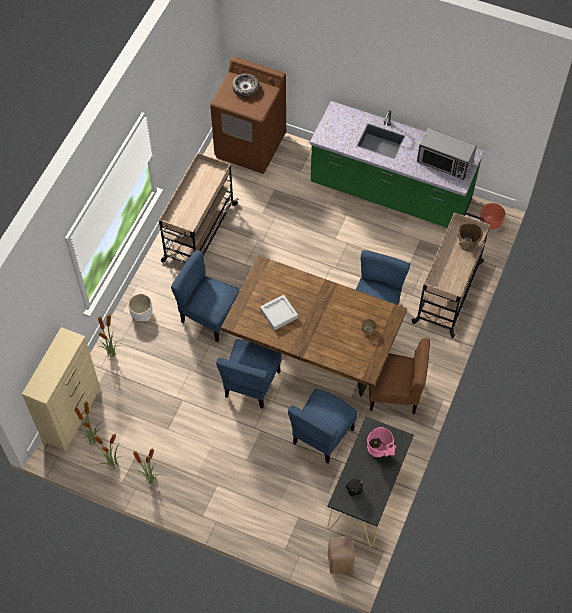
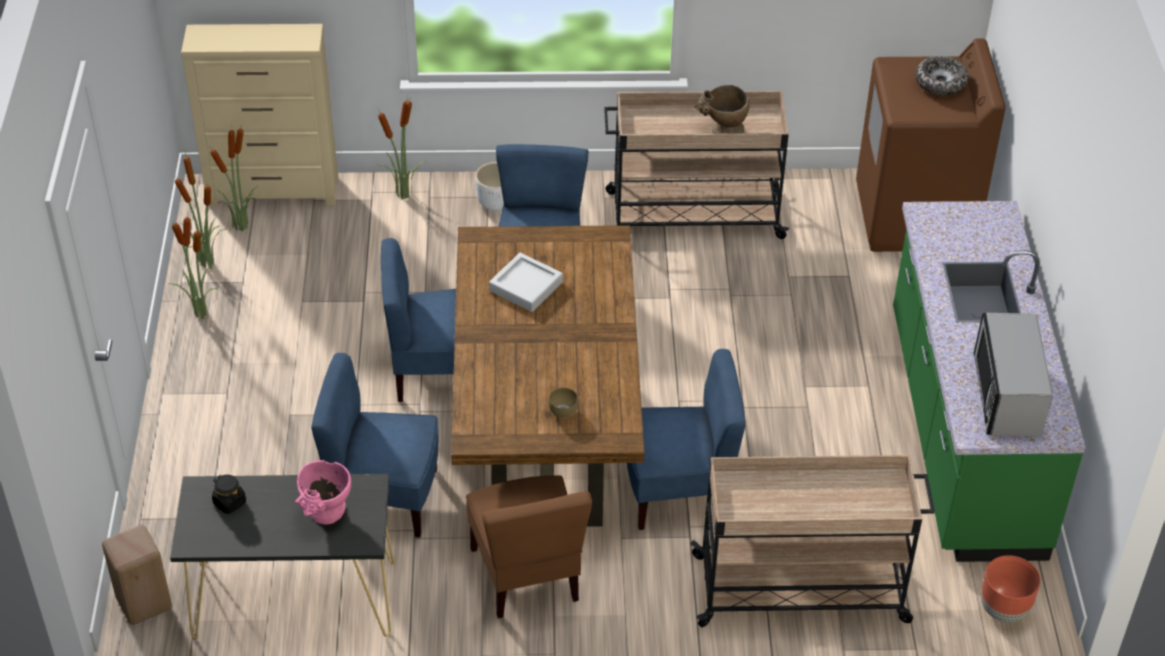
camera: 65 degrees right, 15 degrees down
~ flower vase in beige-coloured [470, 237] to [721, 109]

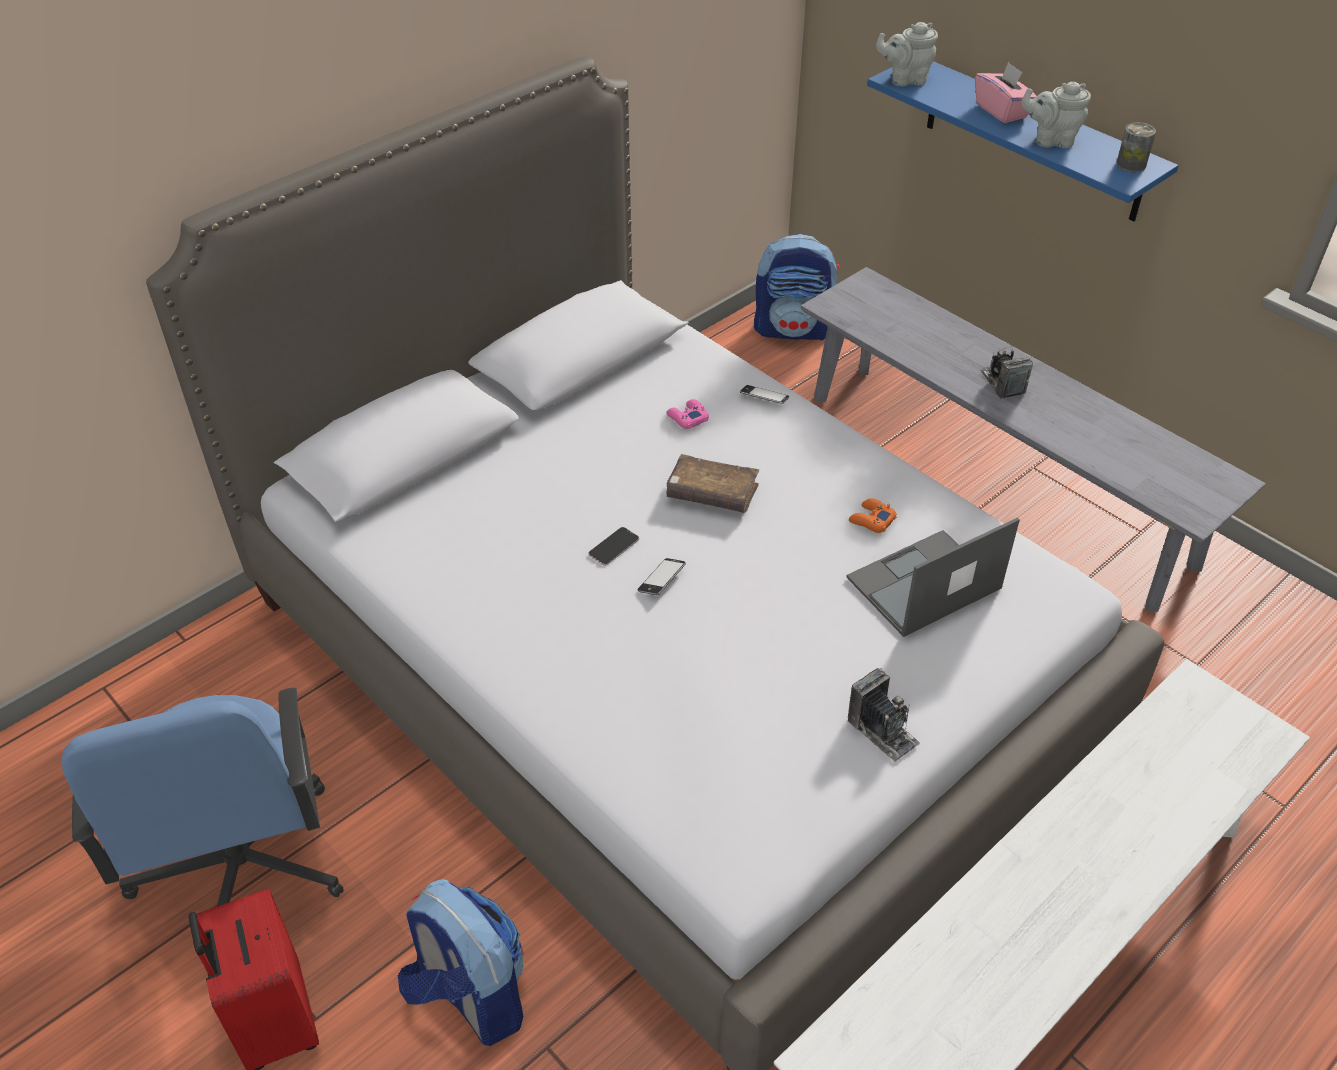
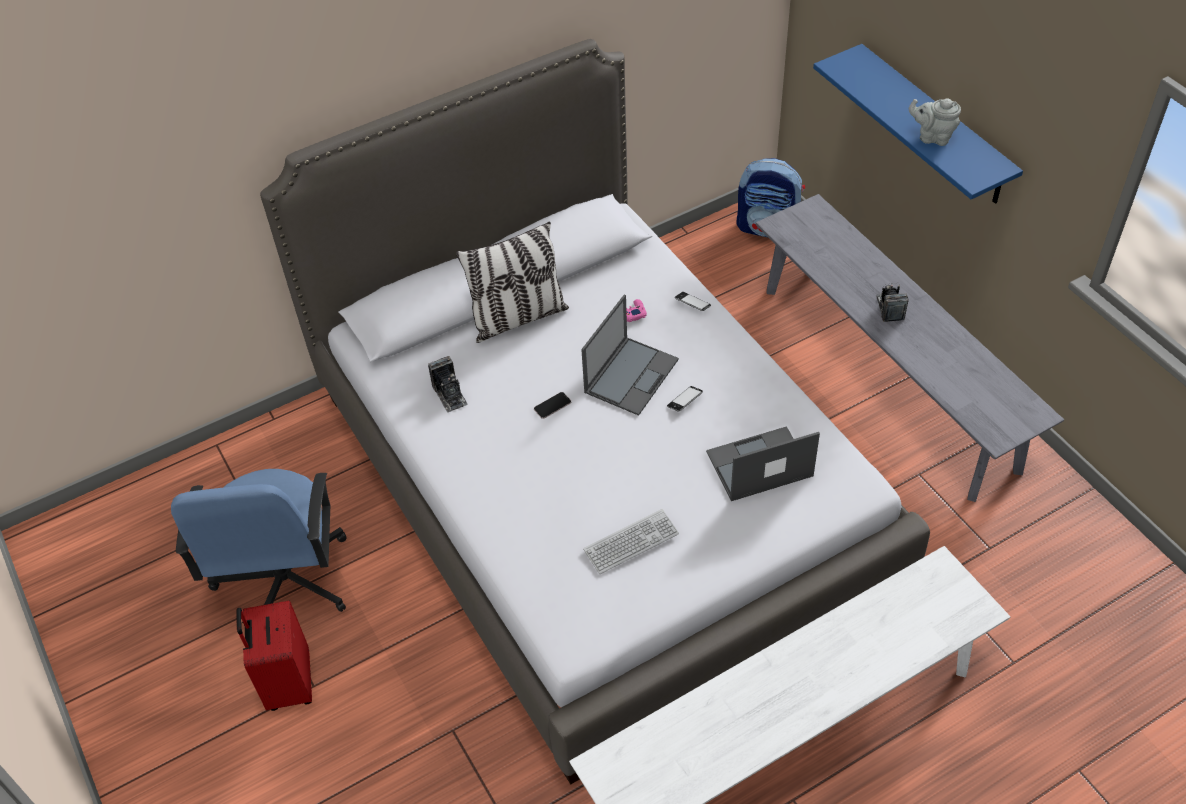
camera: 15 degrees right, 5 degrees up
- tea pot in gray [907, 54]
- tissue holder in pink-coloured [1006, 92]
- sealed can [1136, 147]
~ bound book in brownish [713, 483] to portable computer [630, 355]
- game controller in orange-coloured [873, 515]
~ phone [662, 576] to [685, 399]
~ still camera [884, 715] to [448, 384]
- knapsack [461, 962]
+ throw pillow [512, 282]
+ keyboard [631, 541]

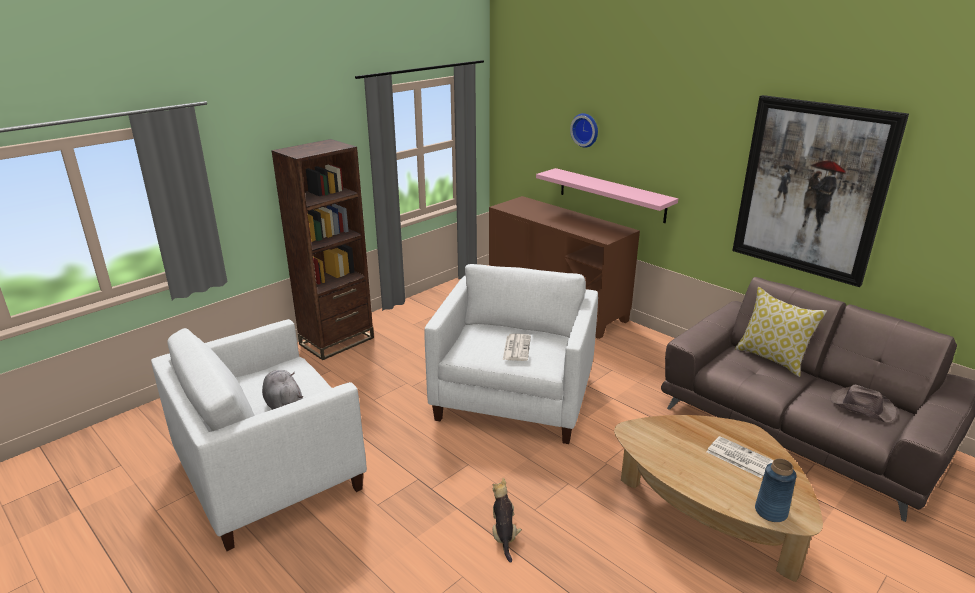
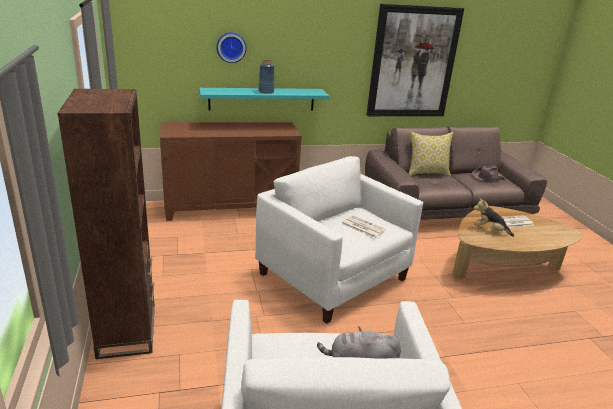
camera: 60 degrees left, 0 degrees up
~ wall shelf in pink-coloured [607, 195] to wall shelf in turquoise-coloured [264, 99]
~ flower vase in blue-coloured [776, 490] to [266, 77]
~ plush toy [507, 520] to [494, 217]

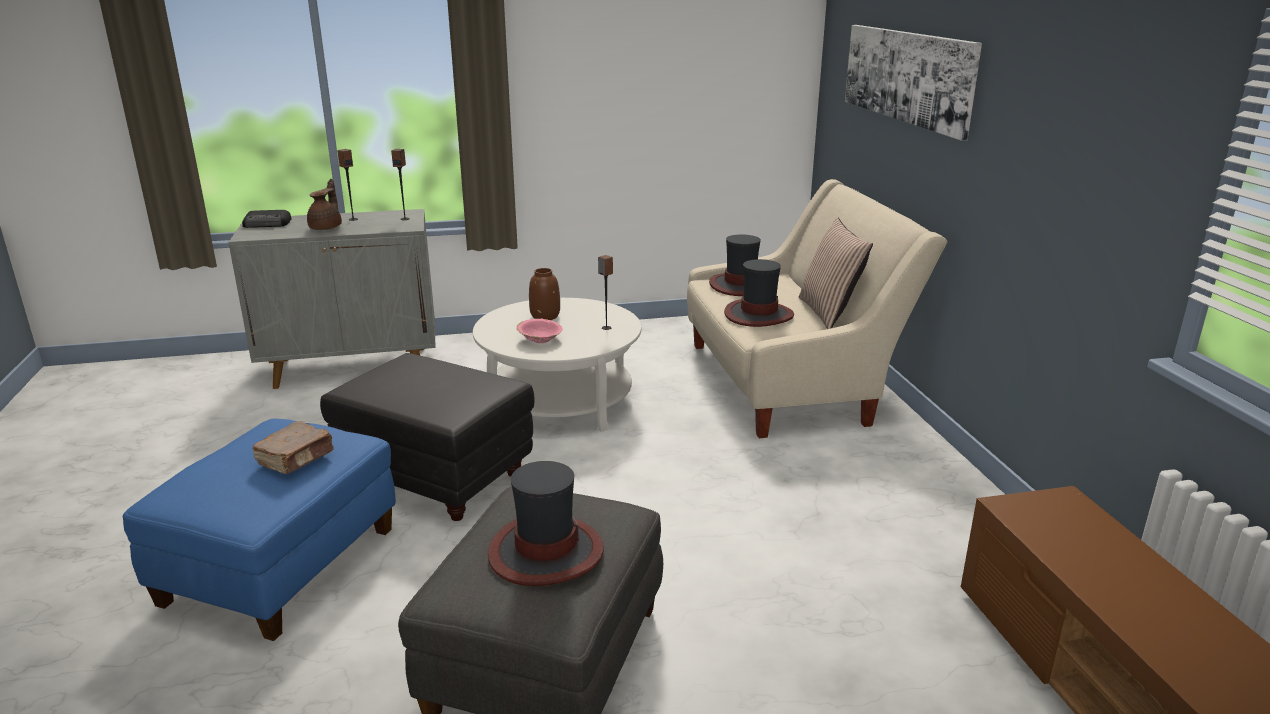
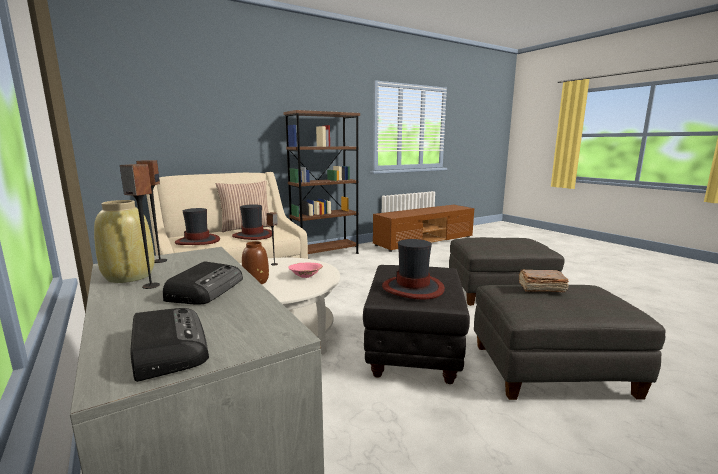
camera: 110 degrees left, 10 degrees down
- wall picture [913, 83]
~ tea pot in brownish [324, 204] to radio set [203, 283]
~ pouffe in blue-coloured [259, 530] to pouffe in gray [570, 342]
~ wearable hat [546, 523] to [413, 269]
+ shelving unit in brownish [321, 182]
+ flower vase in beige-coloured [124, 241]

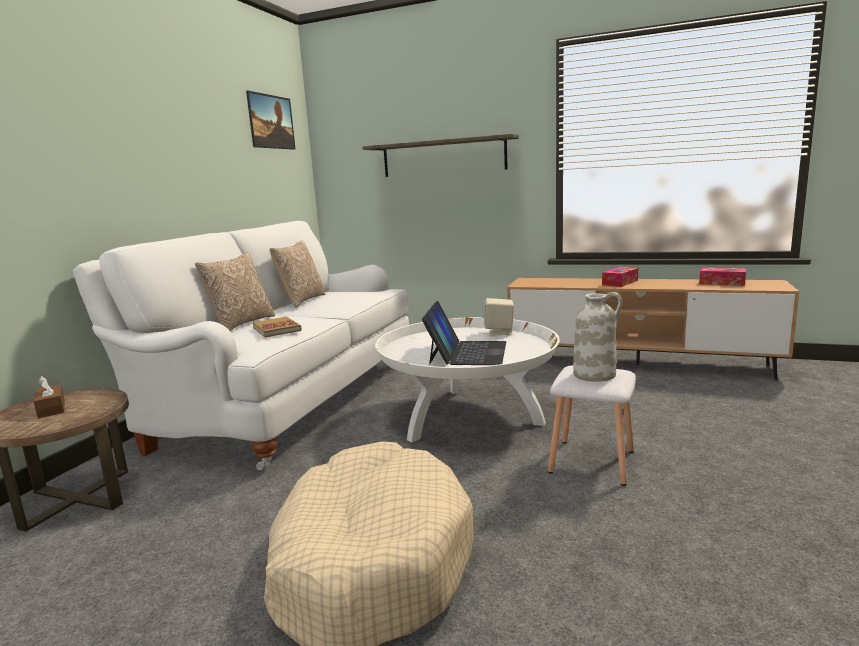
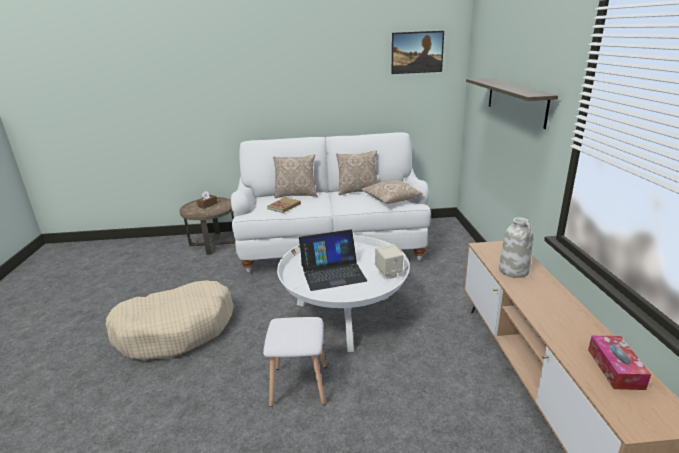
camera: 65 degrees right, 10 degrees up
- tissue holder [620, 277]
~ flower vase in white-coloured [597, 337] to [516, 247]
+ throw pillow [391, 192]

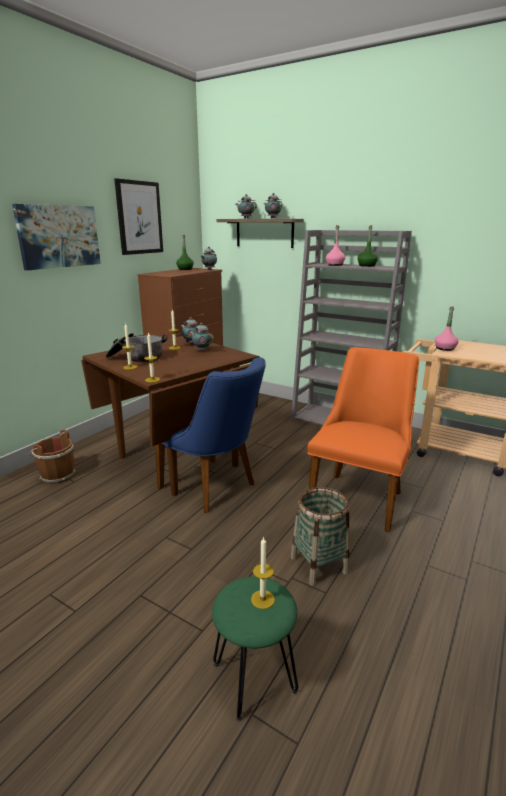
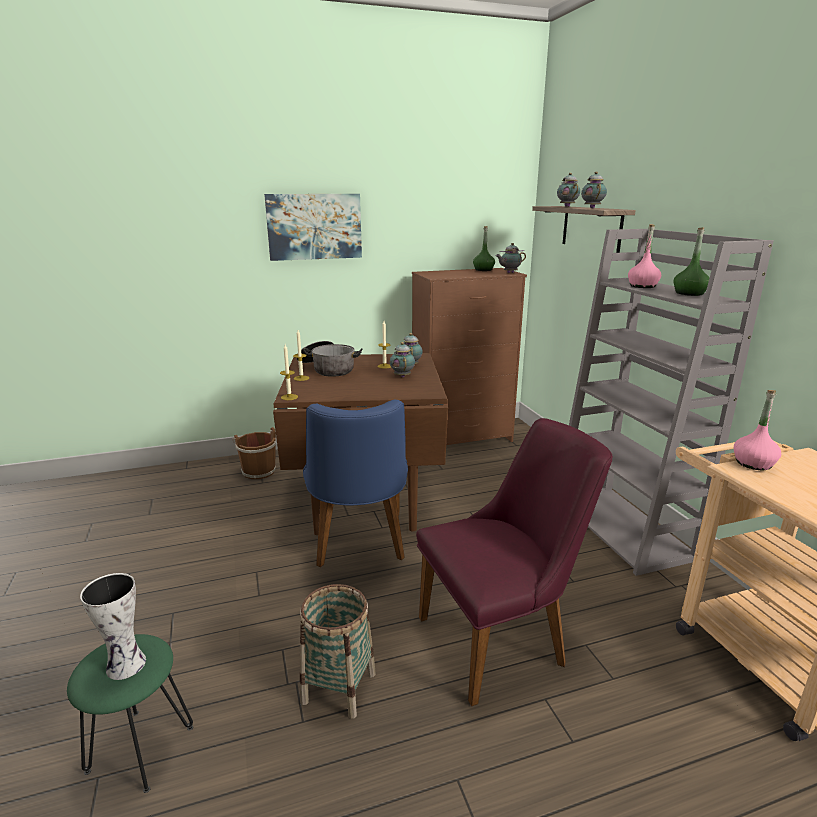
camera: 40 degrees right, 0 degrees up
- wall picture [138, 216]
~ upright chair in orange-coloured [363, 440] to upright chair in purplish [514, 562]
~ candle [263, 572] to flower vase [113, 626]

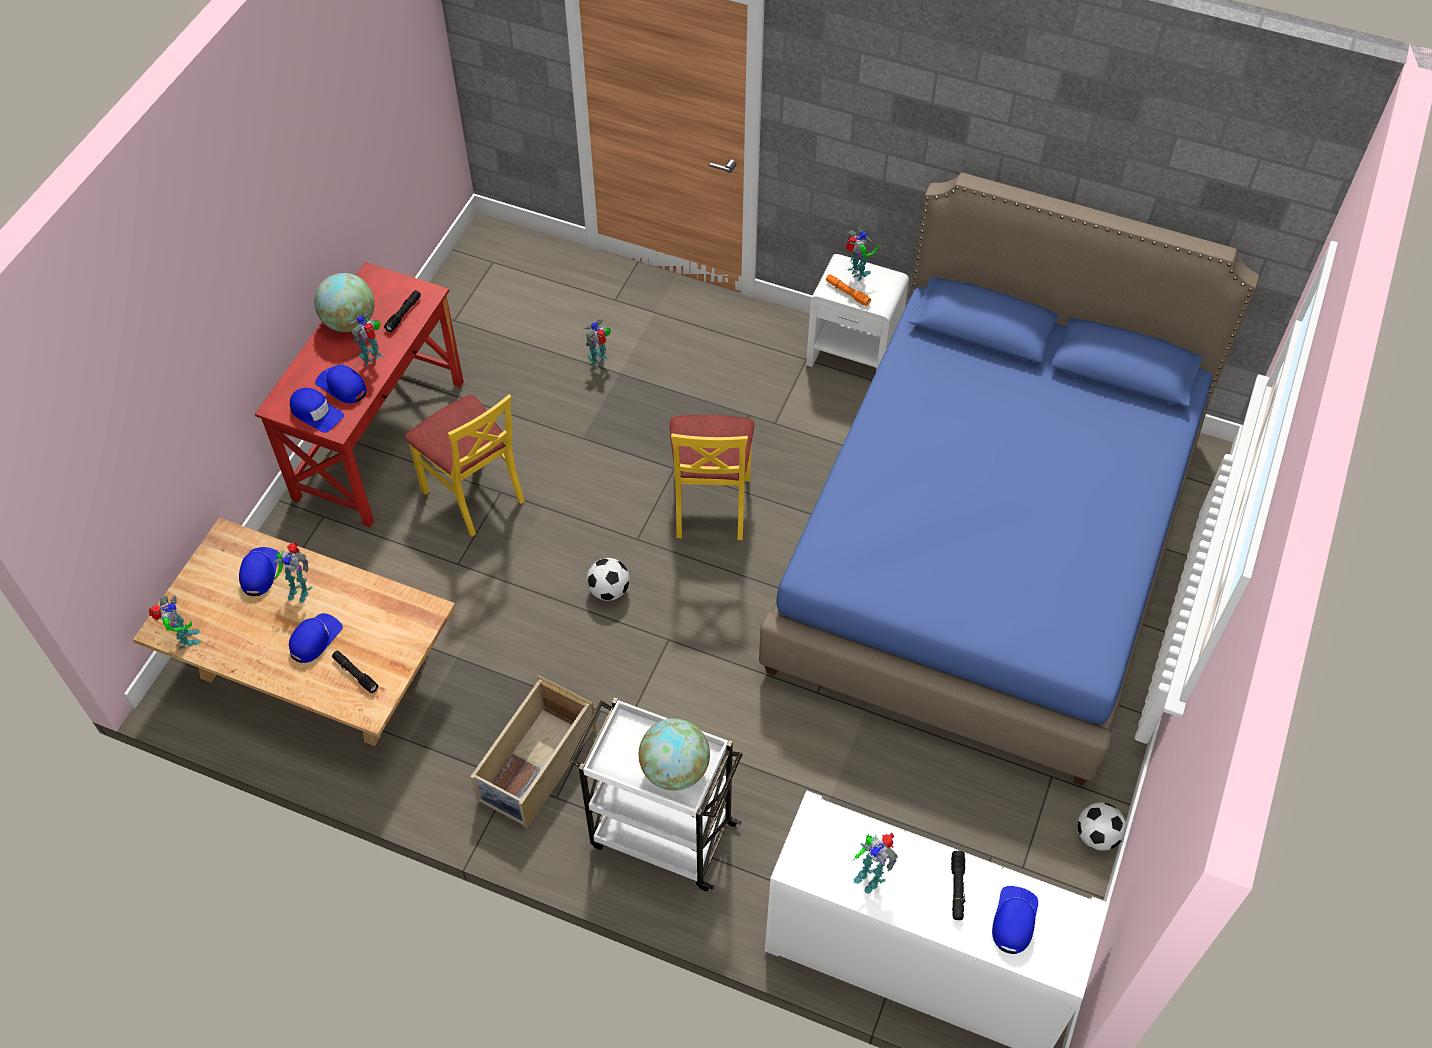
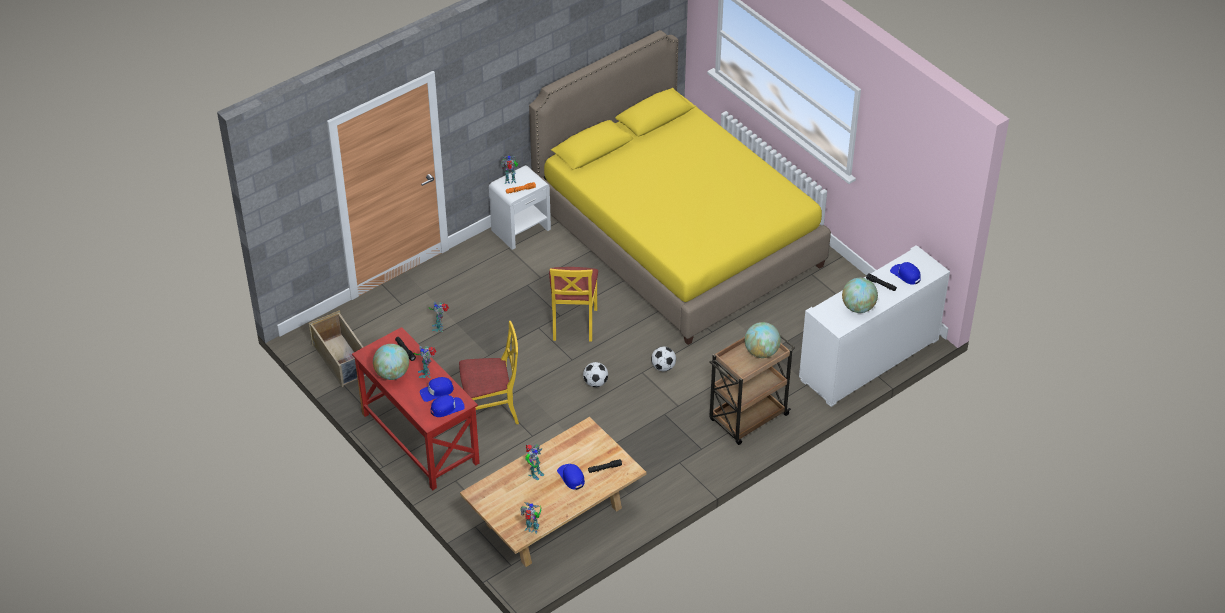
camera: 60 degrees left, 10 degrees down
~ bedroom bed in blue-coloured [1009, 479] to bedroom bed in yellow [680, 187]
~ upright chair in yellow [712, 477] = [573, 304] 60 degrees clockwise
- baseball cap in blue-coloured [259, 571]
~ storage box in beige-coloured [533, 751] to [337, 348]
~ cart in white-coloured [656, 794] to cart in brownish [752, 390]
~ ball for football [1101, 826] to [663, 358]
~ robot figure [874, 863] to desk globe [860, 295]

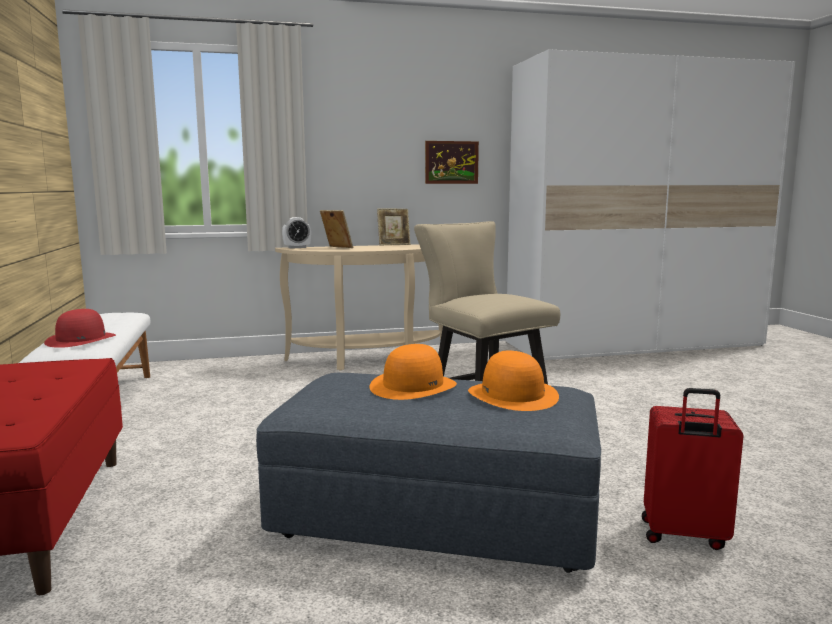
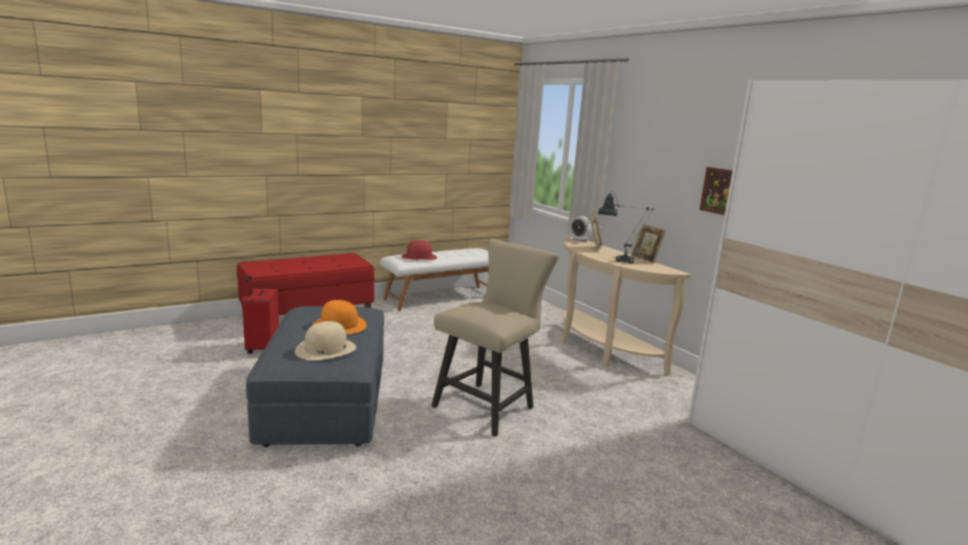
camera: 70 degrees right, 5 degrees up
~ wearable hat in orange-coloured [513, 381] to wearable hat in beige-coloured [325, 340]
~ suitcase in reddish [693, 469] to [260, 314]
+ lamp for a table [626, 227]

